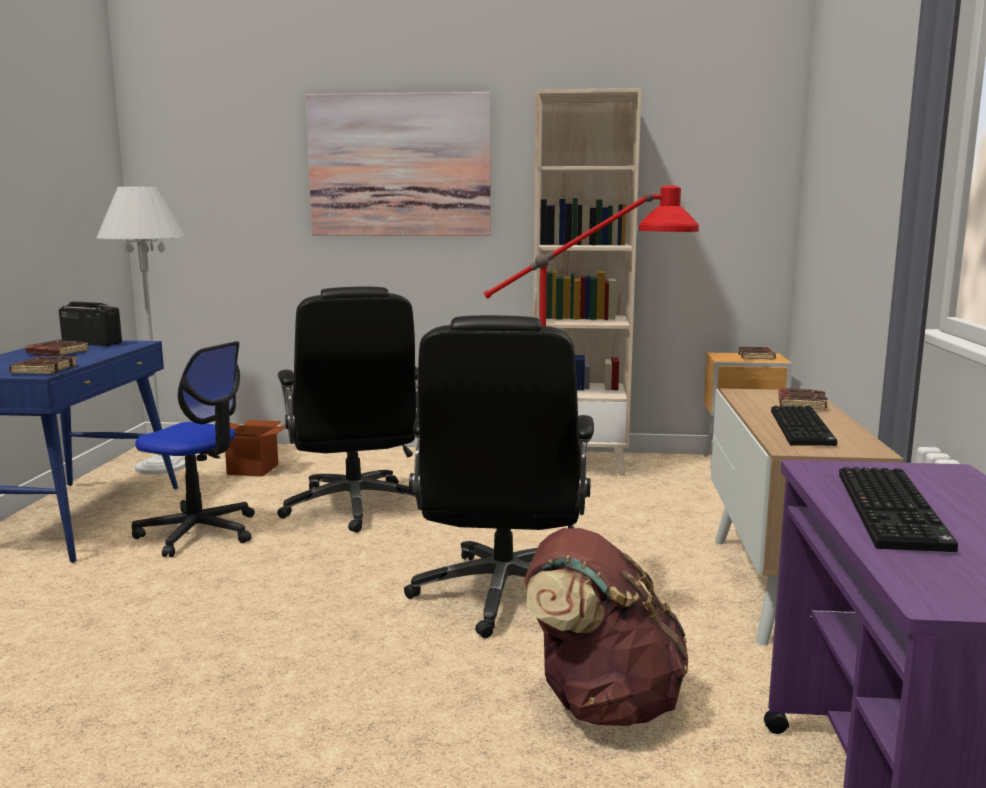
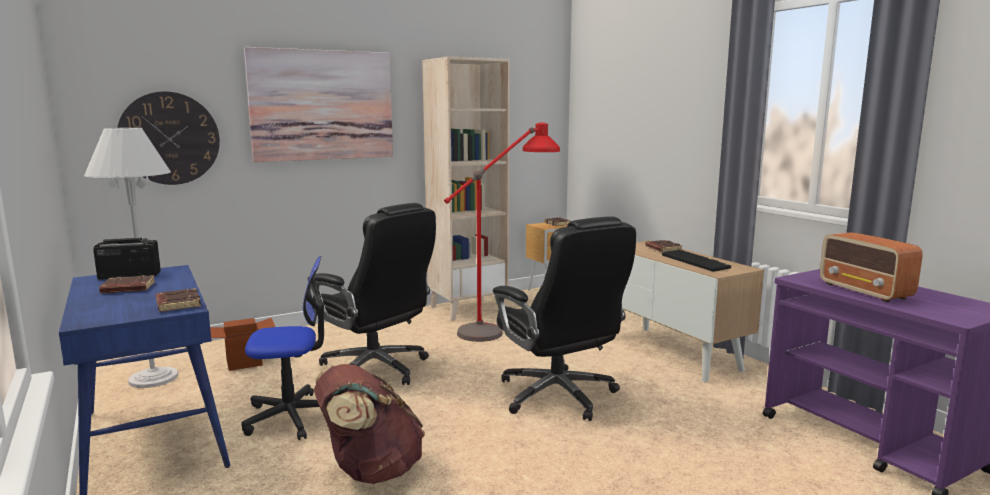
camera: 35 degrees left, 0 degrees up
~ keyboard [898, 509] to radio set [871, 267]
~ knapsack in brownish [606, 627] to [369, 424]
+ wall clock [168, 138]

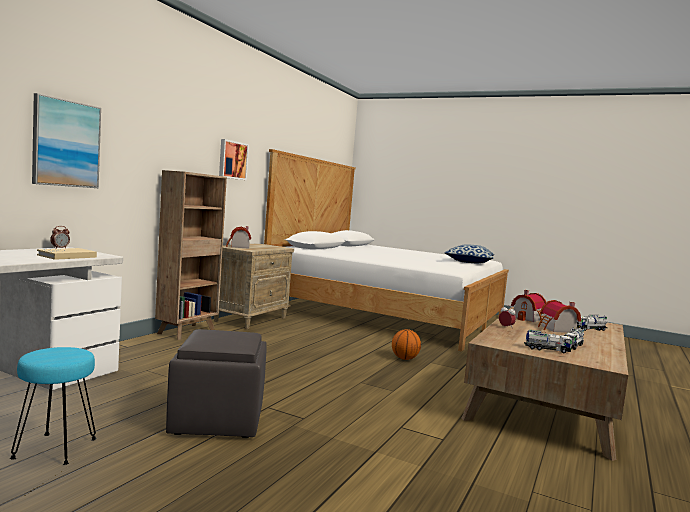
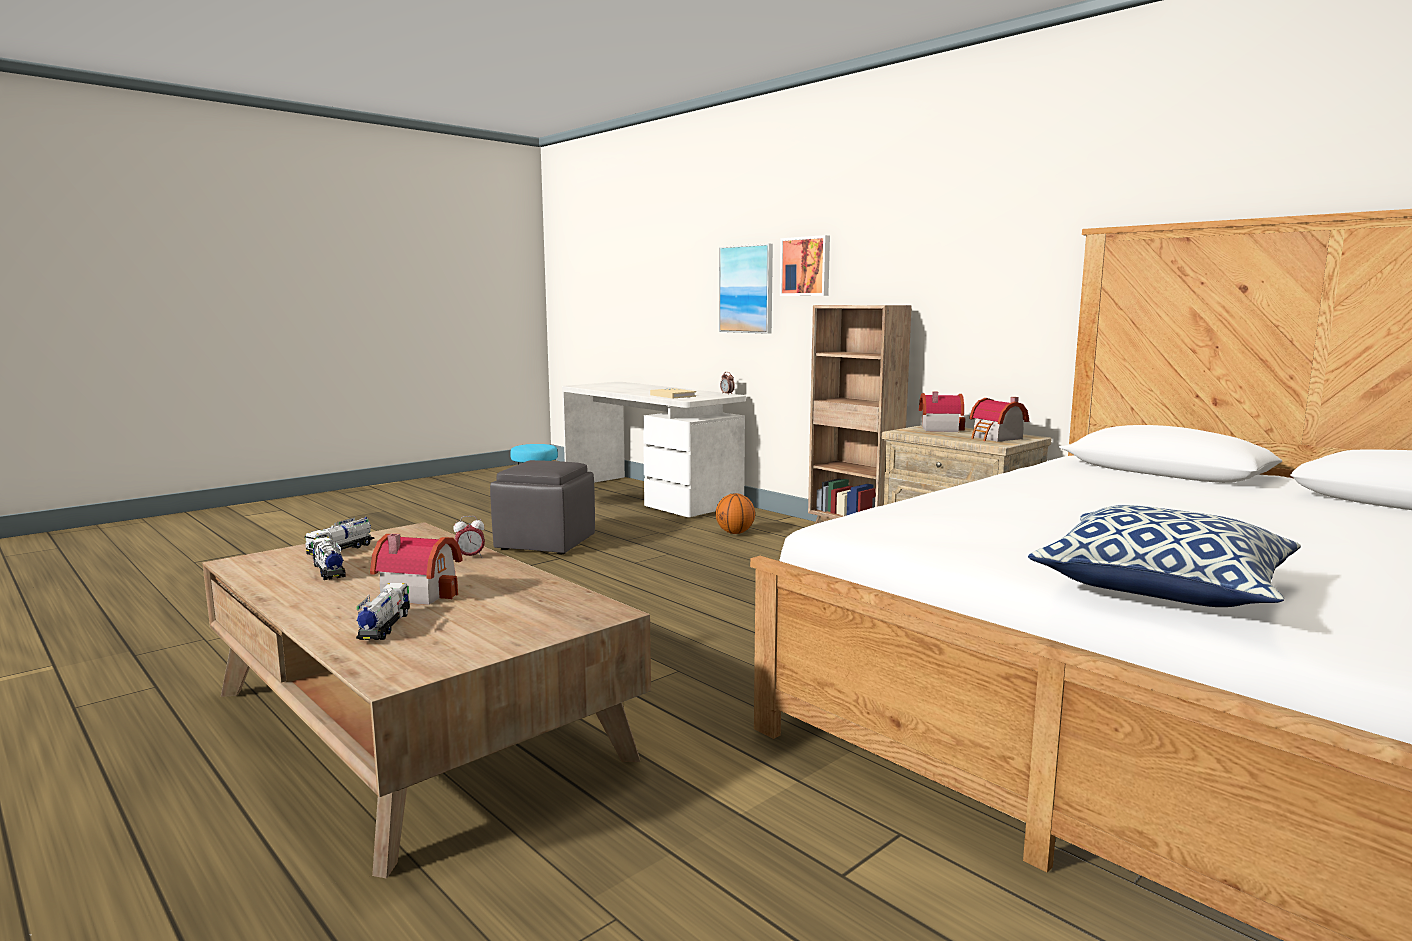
camera: 110 degrees right, 5 degrees up
~ wall picture [234, 159] to [805, 265]
~ miniature house [528, 306] to [999, 419]
~ ball for basketball [406, 344] to [735, 513]

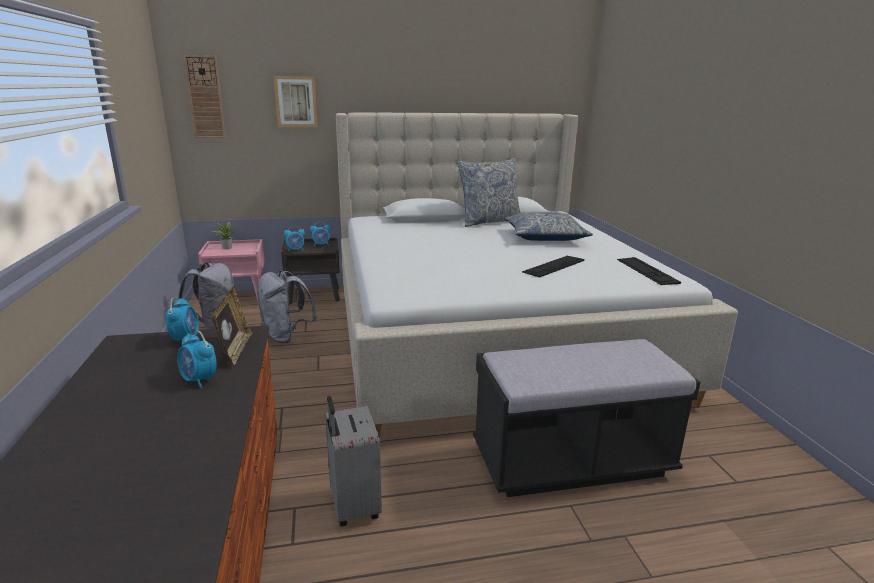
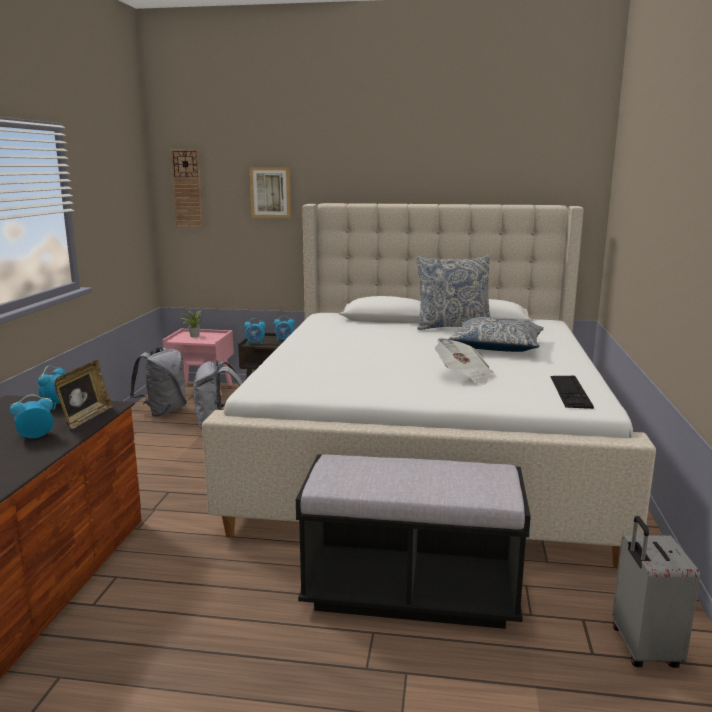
camera: 20 degrees right, 5 degrees down
~ keyboard [553, 267] to newspaper [464, 361]
~ alarm clock [196, 359] = [31, 416] 90 degrees clockwise
~ suitcase in gray [353, 461] to [656, 592]

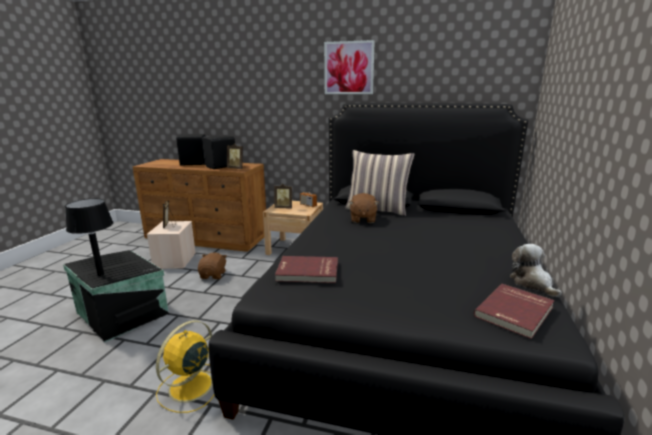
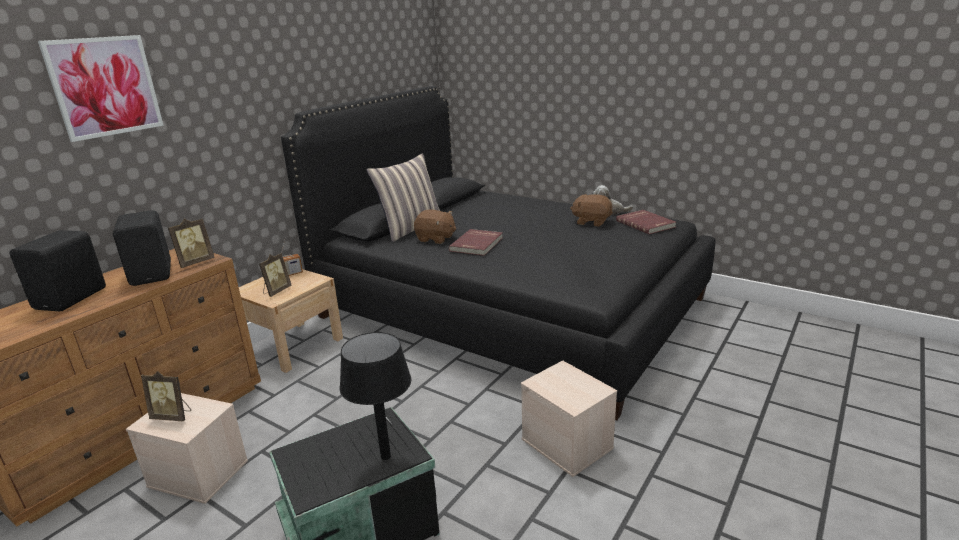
camera: 70 degrees left, 5 degrees up
~ wall picture [349, 67] to [101, 88]
~ plush toy in brownish [212, 265] to [591, 210]
~ bound book in reddish [306, 269] to [476, 242]
~ cooling fan in yellow [185, 366] to storage box in beige-coloured [569, 418]

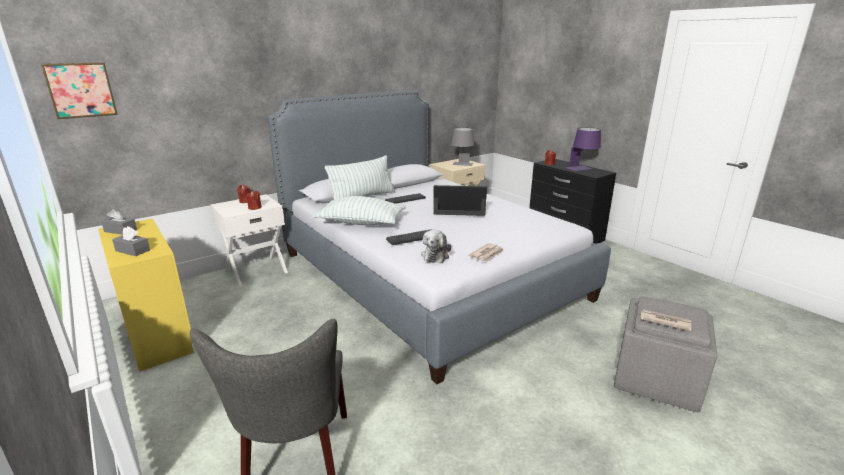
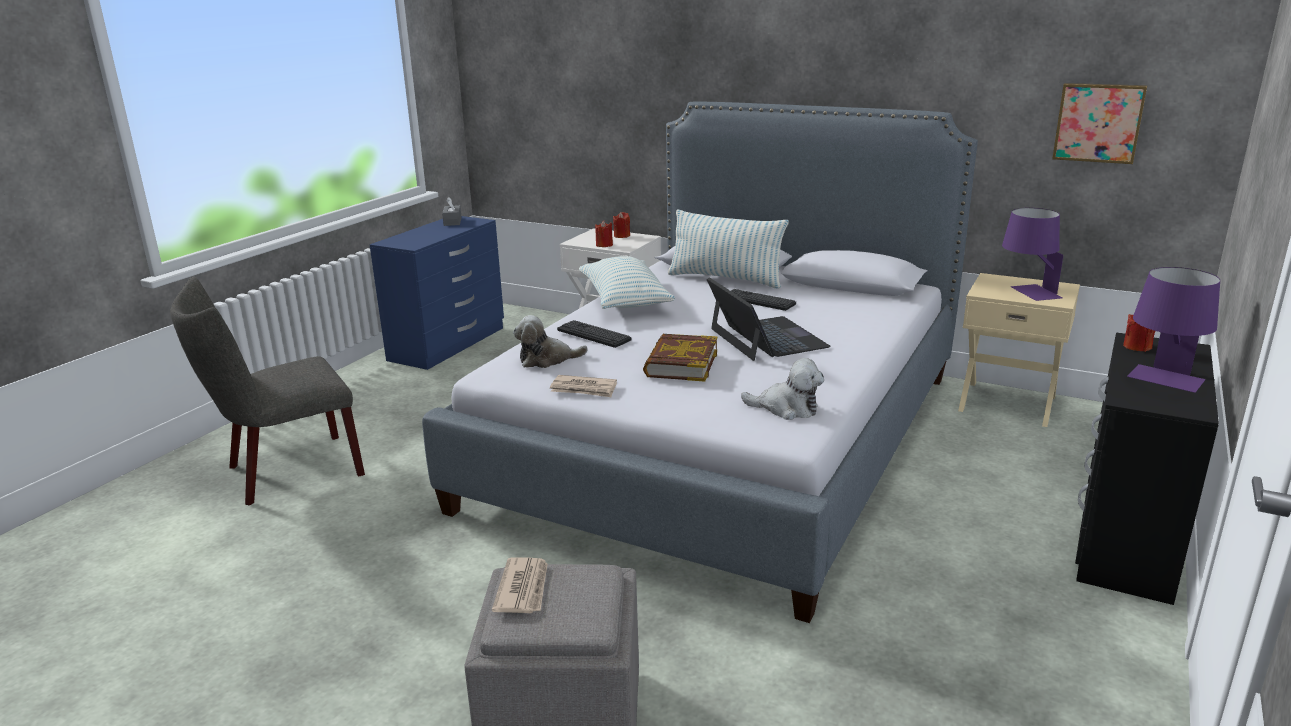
camera: 65 degrees right, 0 degrees up
~ wall picture [79, 90] to [1099, 123]
~ lamp for a table in gray [462, 146] to lamp for a table in purplish [1032, 254]
~ chest of drawers in yellow [146, 295] to chest of drawers in blue-coloured [437, 293]
- tissue holder in gray [131, 241]
+ bound book [680, 358]
+ plush toy [782, 389]

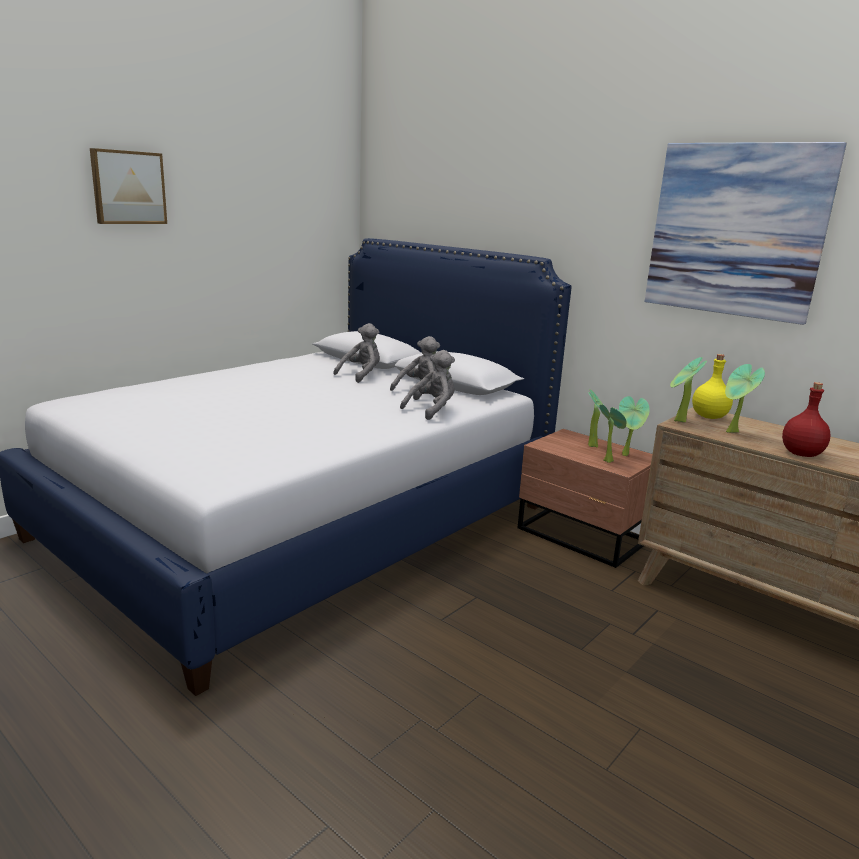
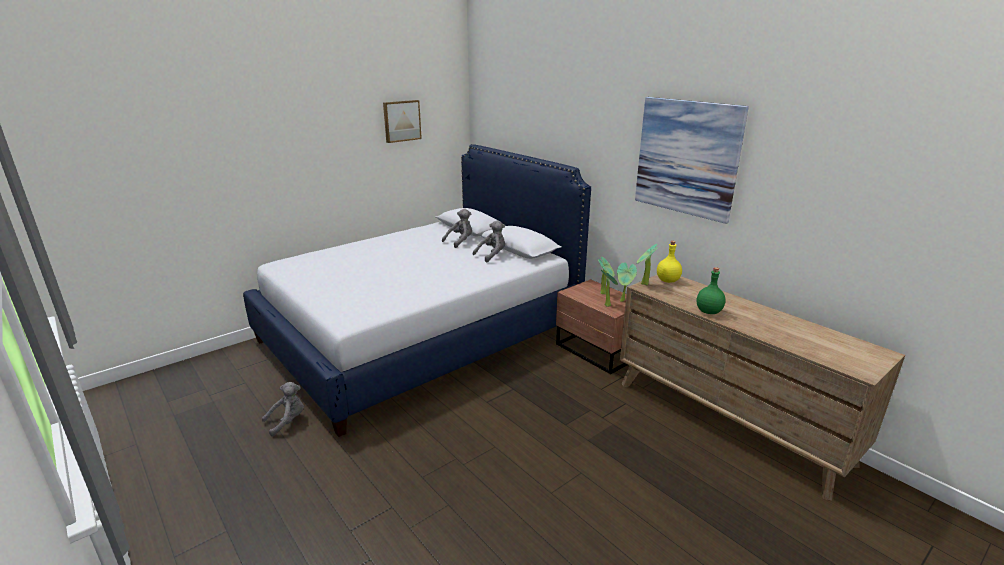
camera: 10 degrees right, 5 degrees up
~ wall picture [128, 186] to [402, 121]
~ plush toy in gray [427, 385] to [283, 409]
- houseplant [745, 398]
~ beverage bottle in reddish [806, 419] to beverage bottle in greenish [711, 290]

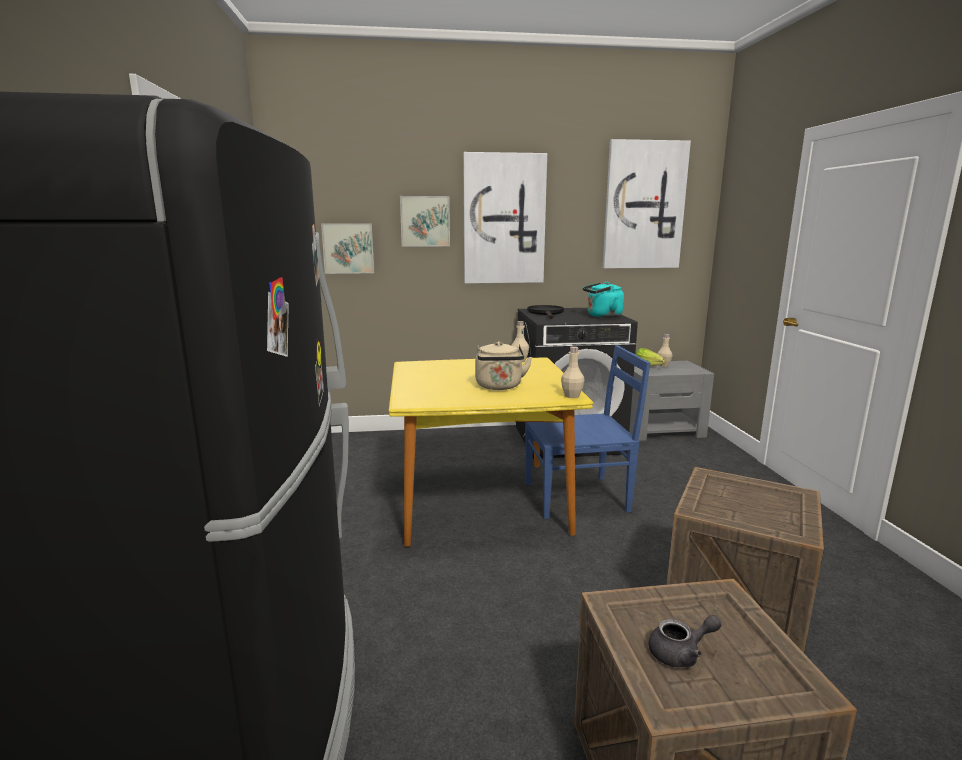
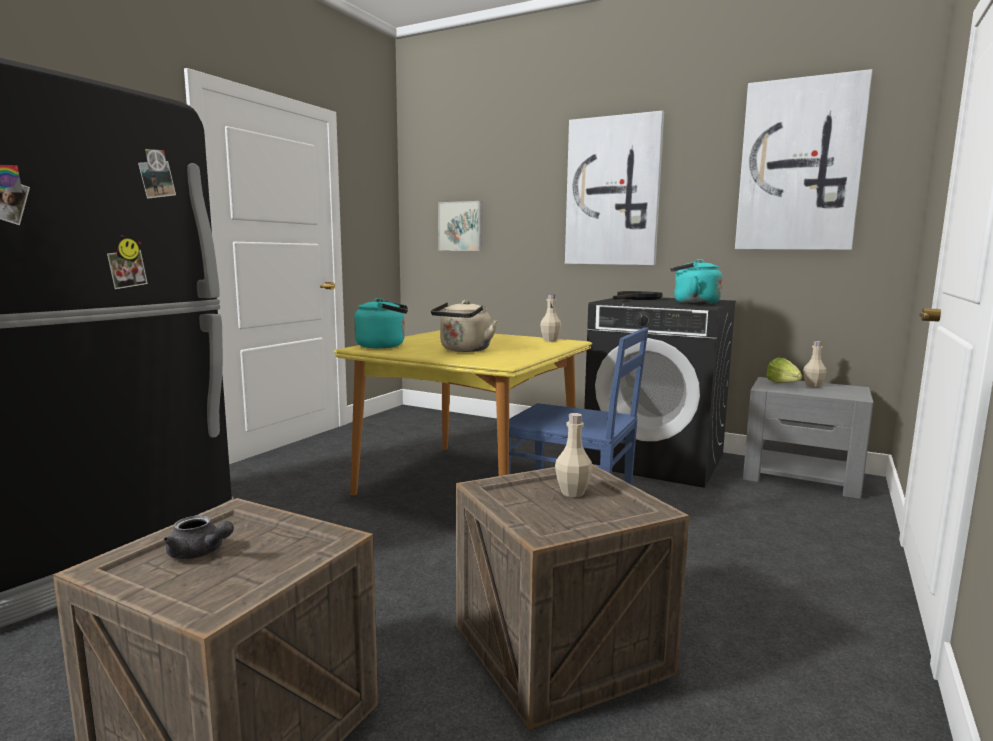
camera: 35 degrees right, 5 degrees down
- wall picture [425, 221]
~ beverage bottle in beige-coloured [572, 372] to [574, 455]
+ kettle in turquoise-coloured [381, 323]

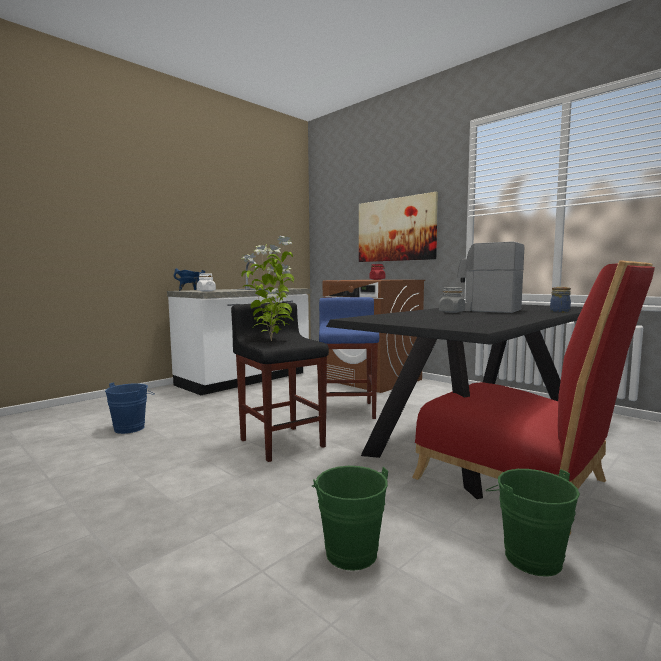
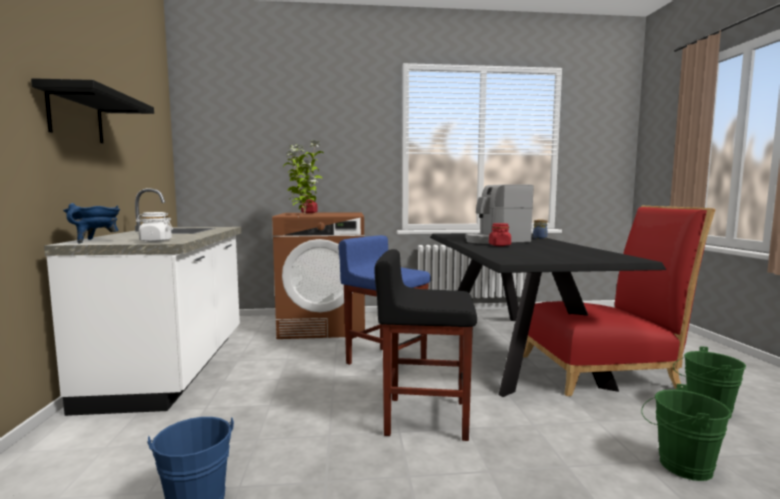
camera: 50 degrees left, 0 degrees up
- wall picture [398, 227]
~ houseplant [267, 288] to [303, 177]
~ preserve jar in gray [452, 300] to preserve jar in reddish [500, 234]
+ wall shelf in black [92, 110]

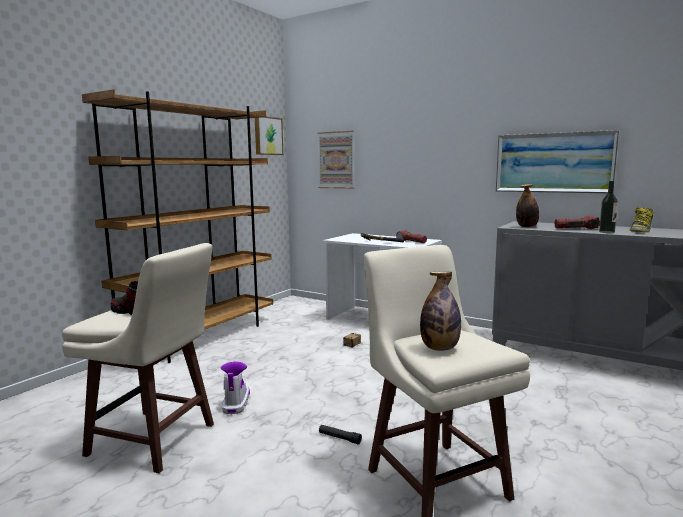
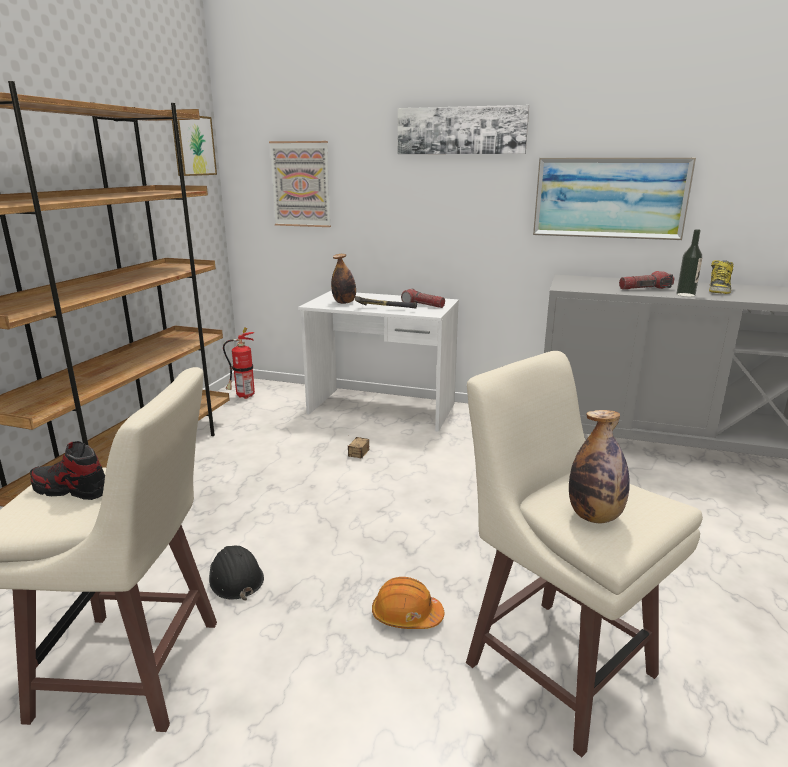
camera: 15 degrees left, 10 degrees up
~ beverage bottle [527, 205] to [343, 279]
~ tall boot [235, 387] to work helmet in black [236, 573]
~ hand torch in black [340, 434] to work helmet in orange-coloured [408, 603]
+ wall picture [463, 129]
+ extinguisher [239, 363]

